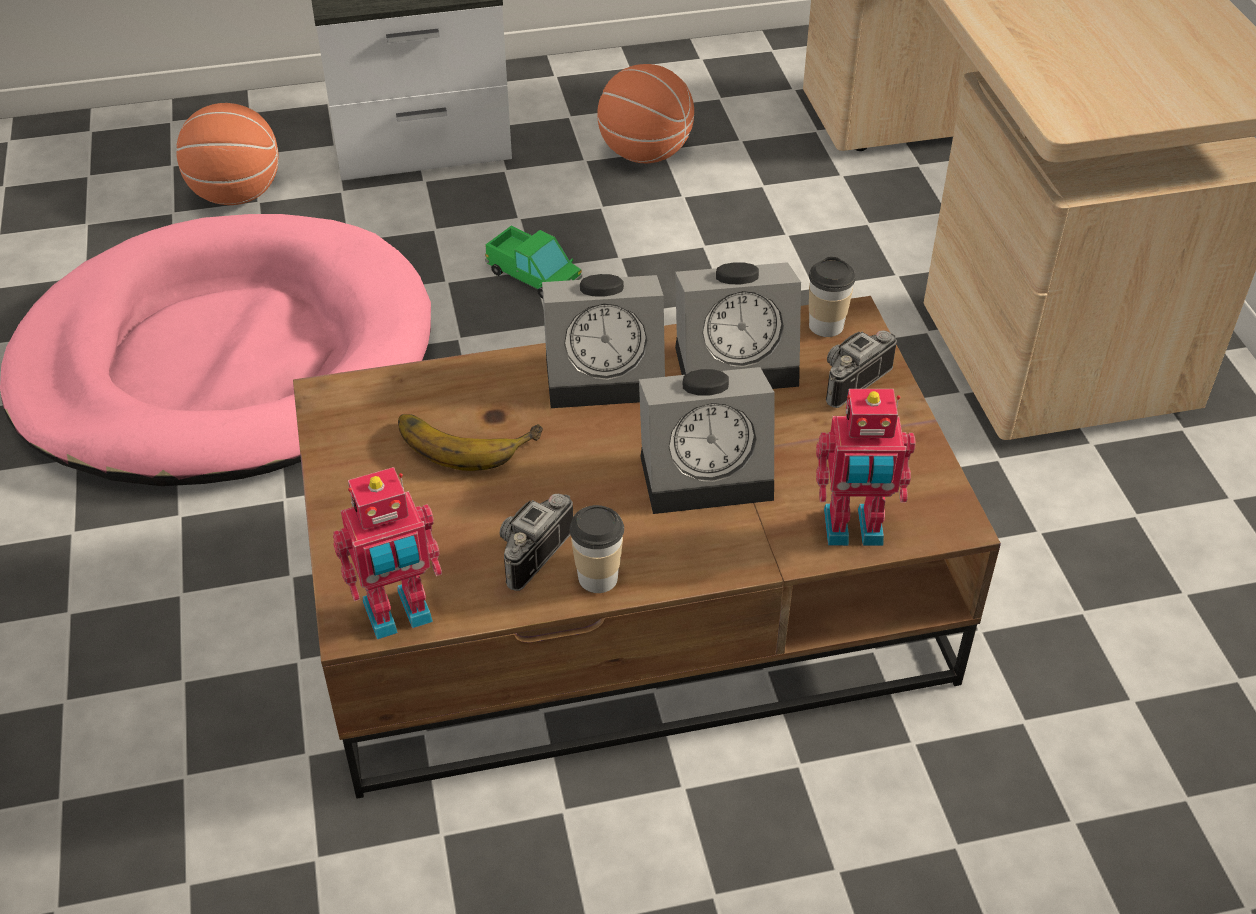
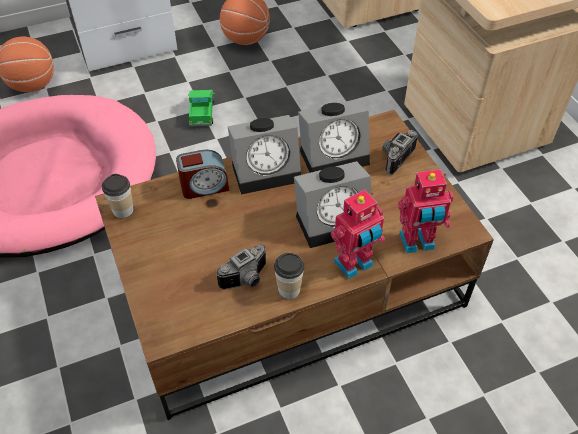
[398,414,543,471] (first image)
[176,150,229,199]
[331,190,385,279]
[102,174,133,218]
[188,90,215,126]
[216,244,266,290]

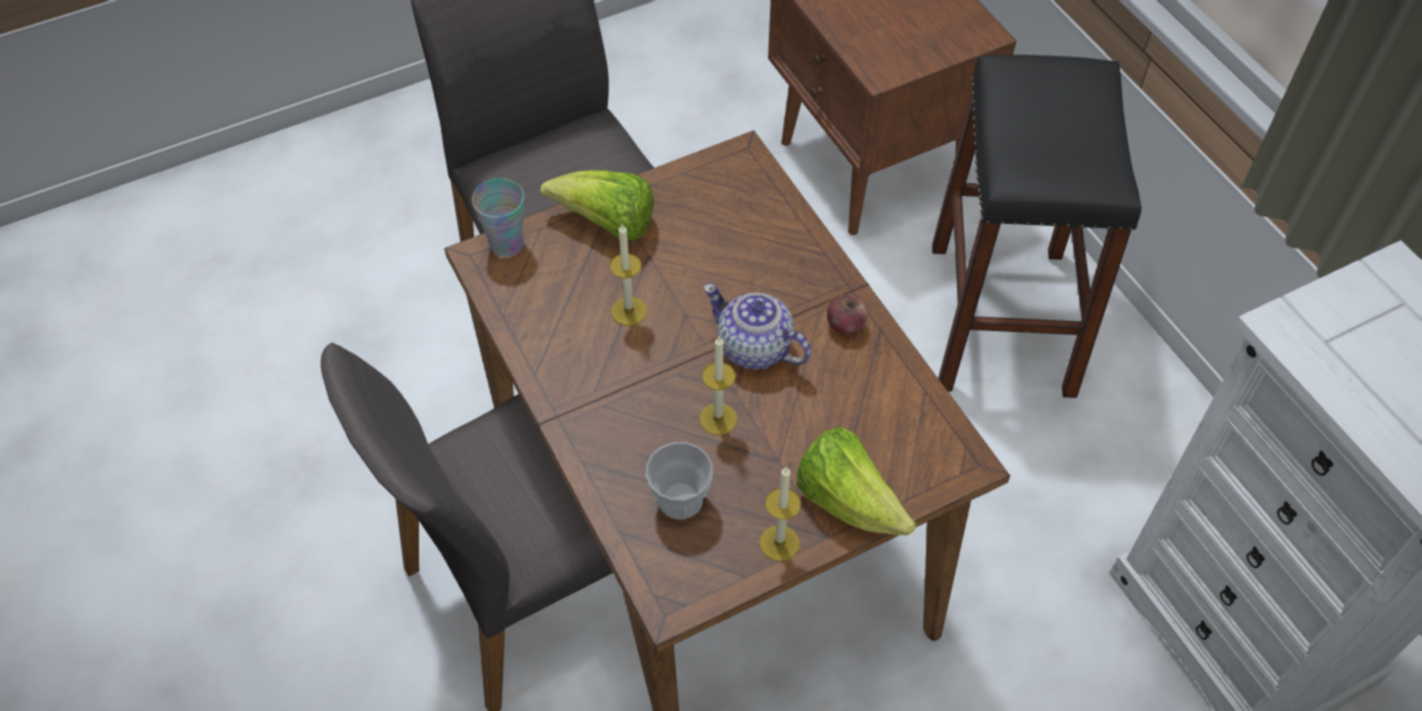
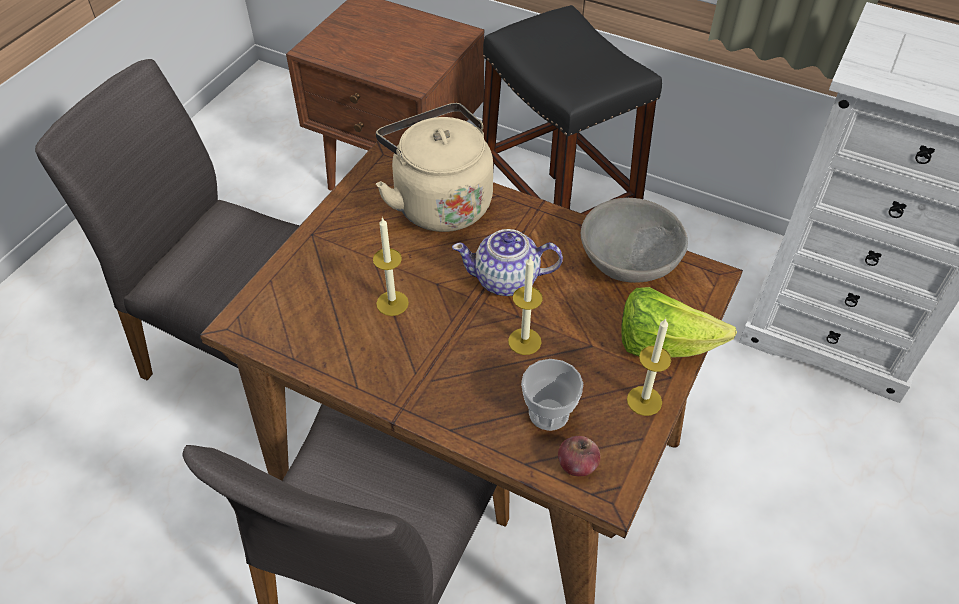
[472,178,524,256] (first image)
[540,170,654,241] (first image)
[376,103,493,232]
[581,198,688,283]
[558,436,600,476]

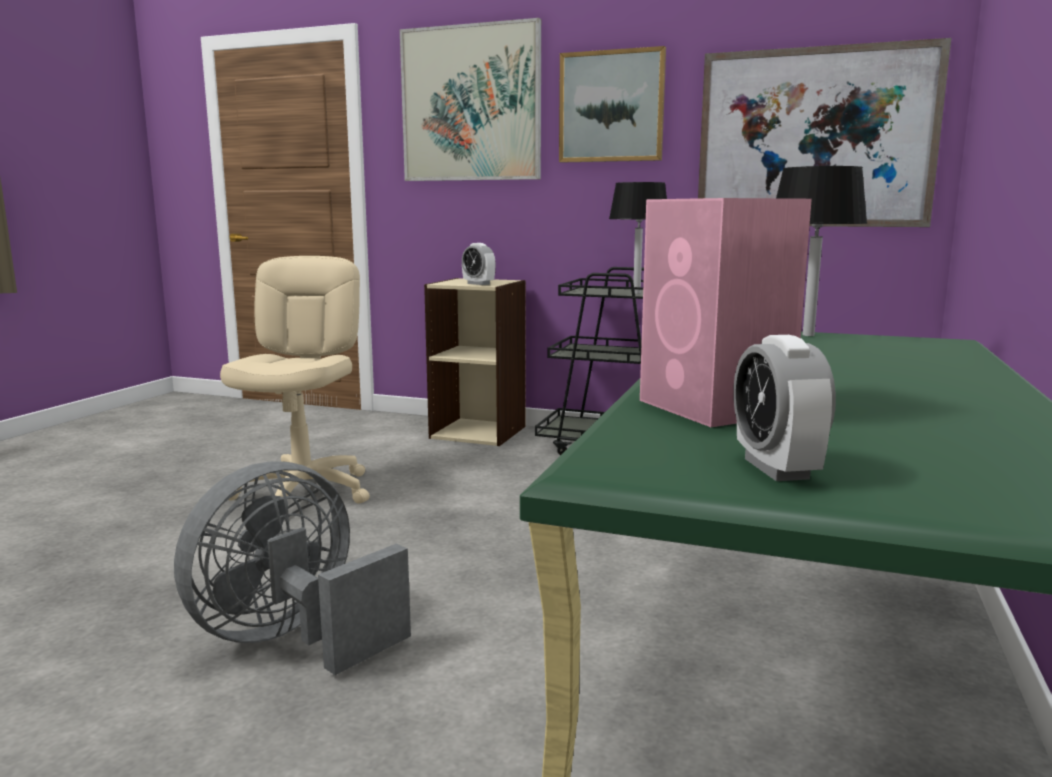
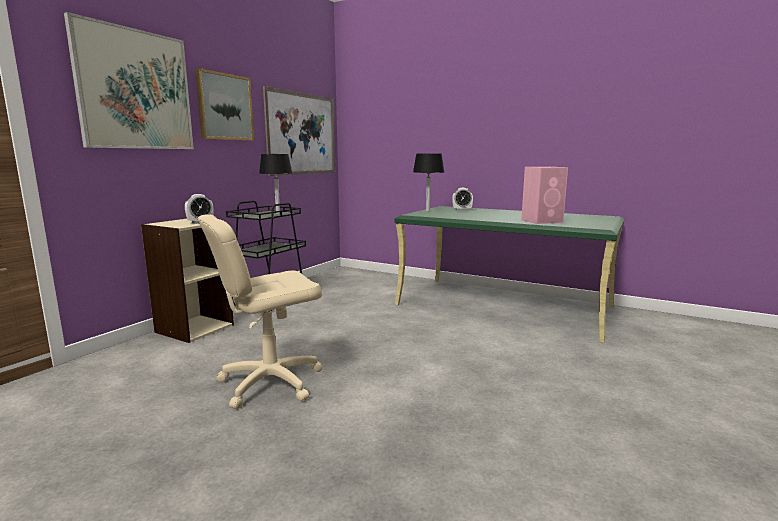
[174,461,411,675] (first image)
[452,188,473,210]
[198,215,323,409]

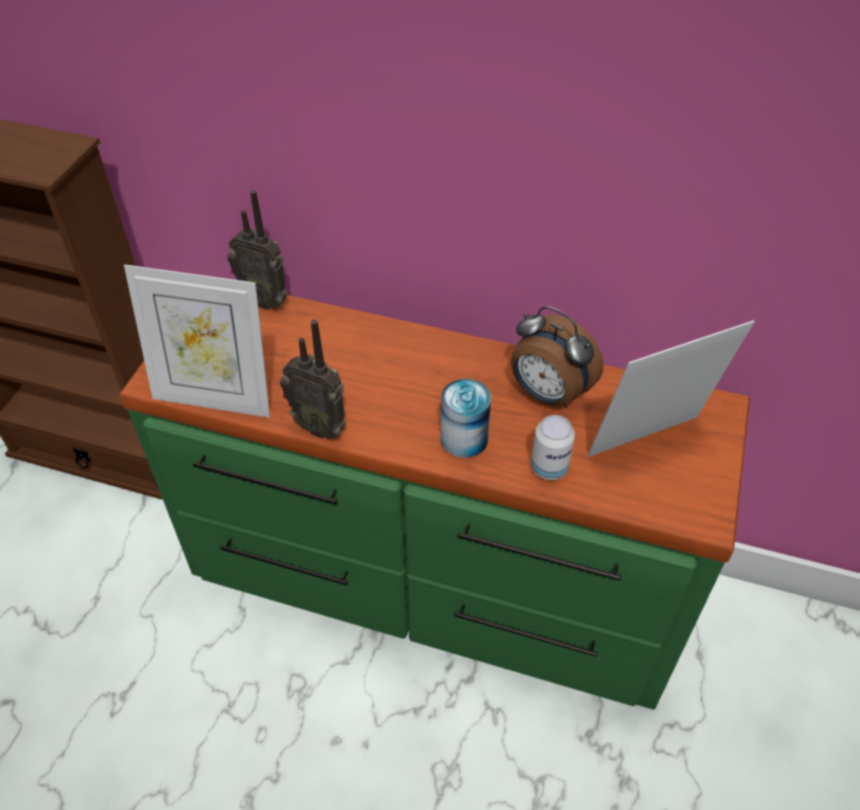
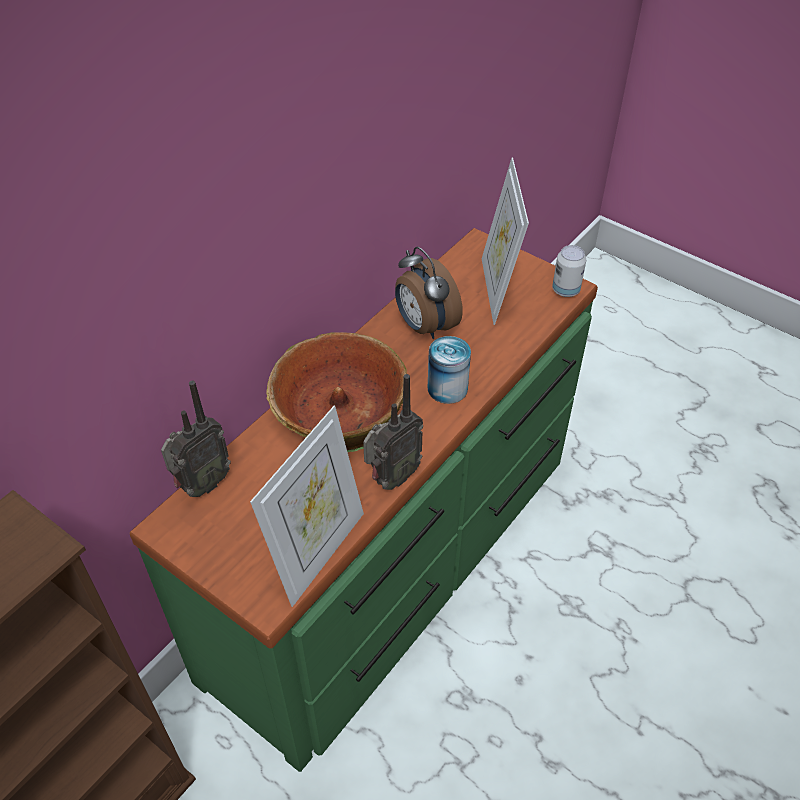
[266,333,407,452]
[552,245,586,297]
[395,247,463,339]

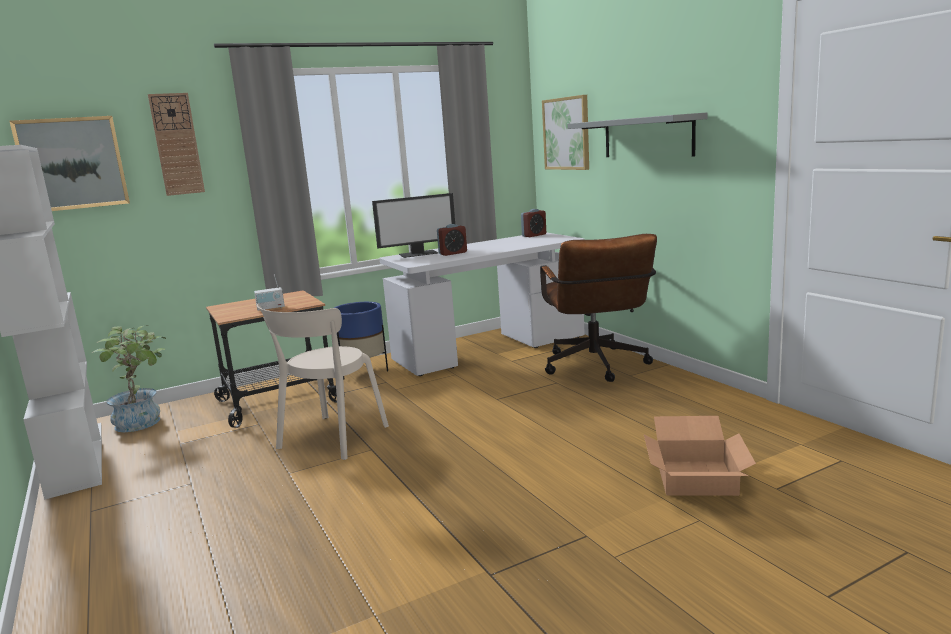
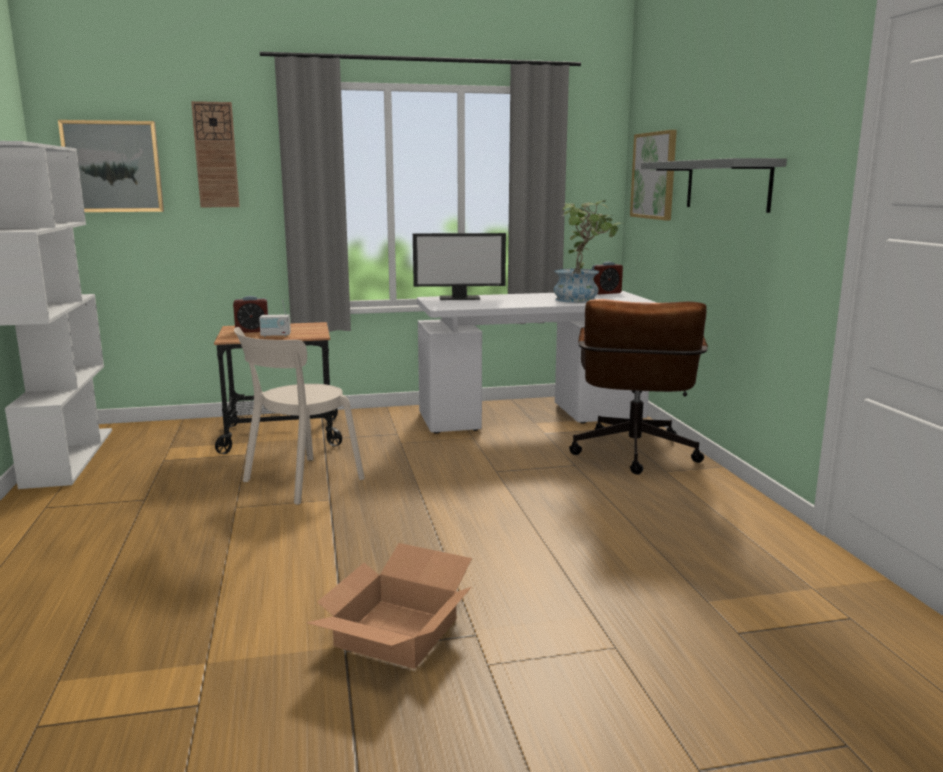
[334,302,388,379] (first image)
[554,200,621,303]
[233,296,268,333]
[307,543,472,669]

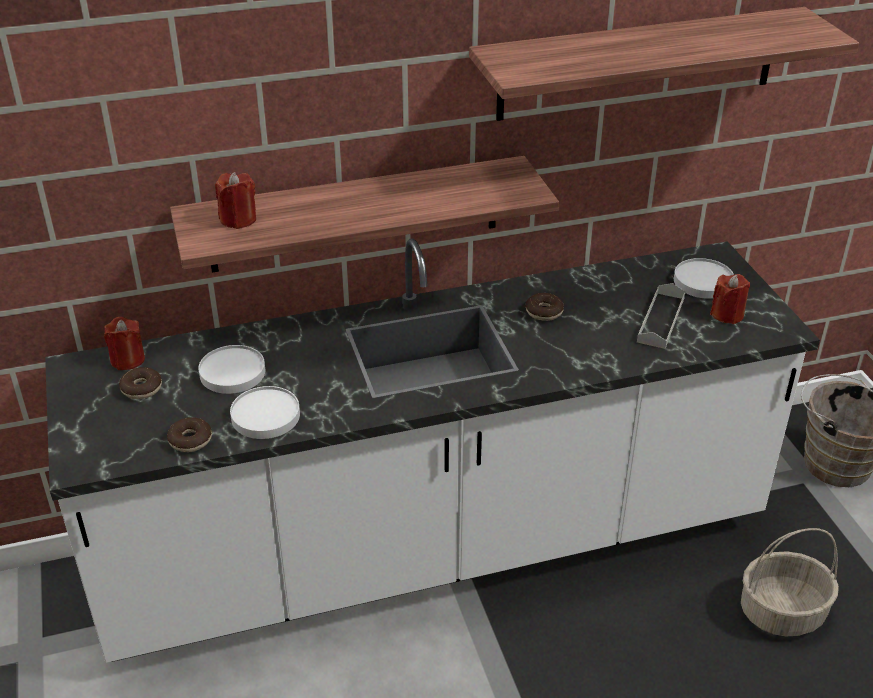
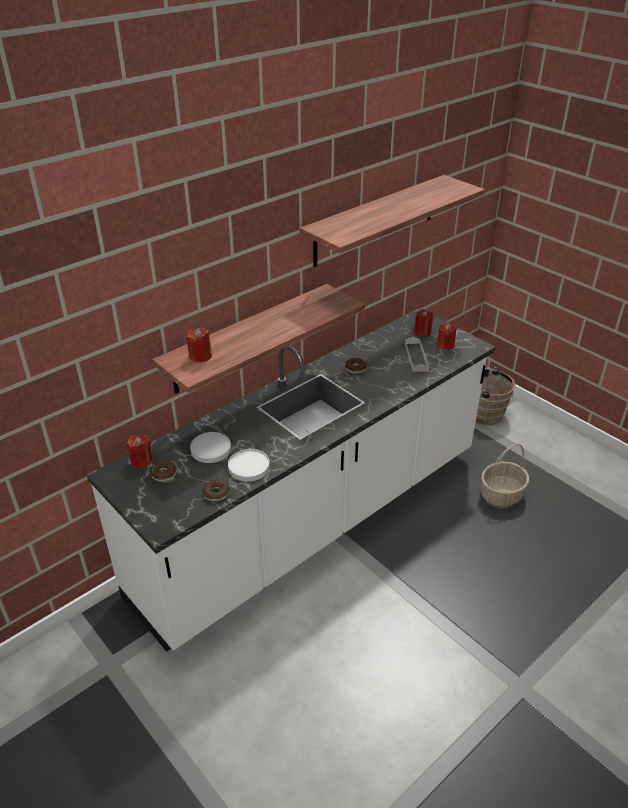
[414,309,434,336]

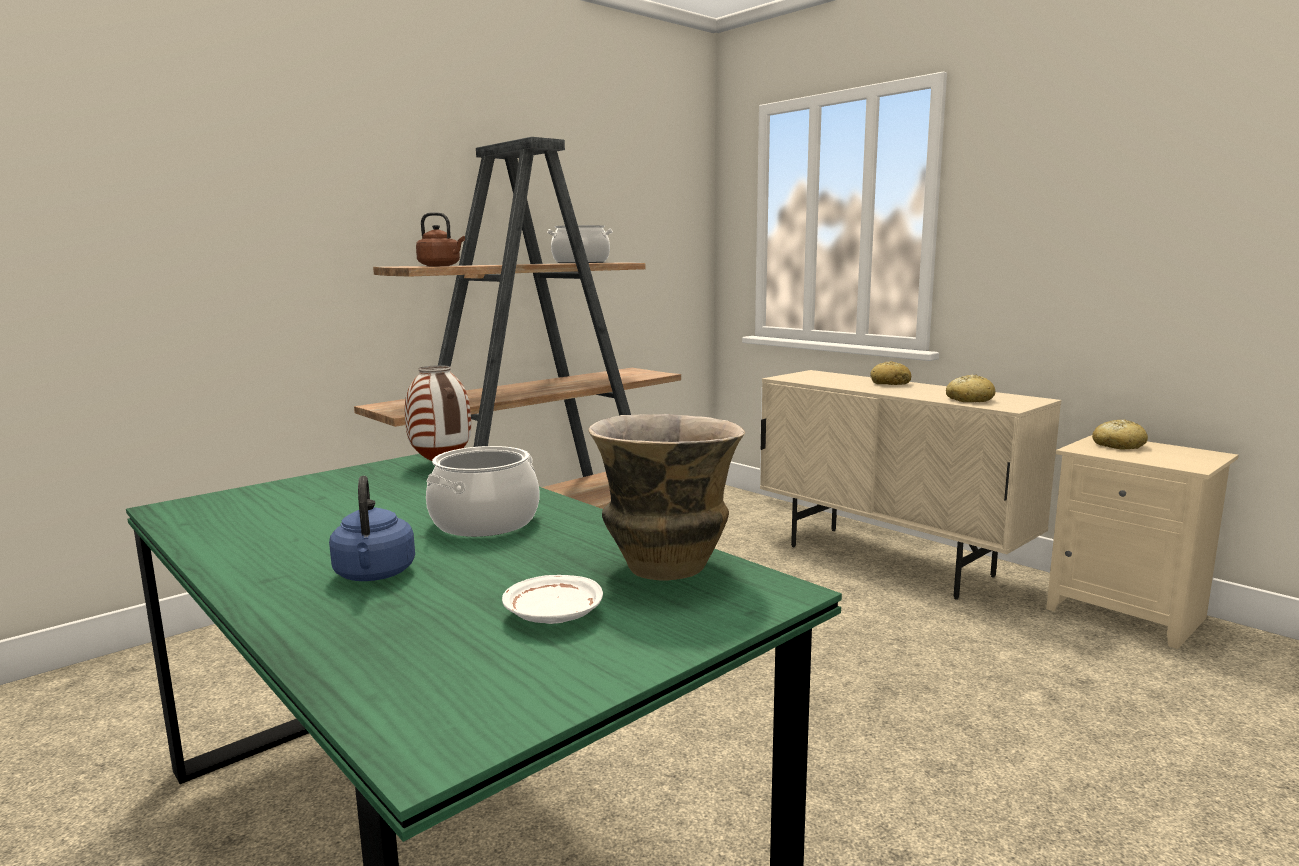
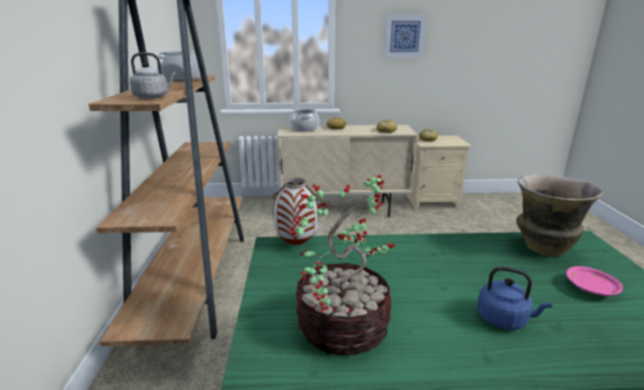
[288,175,395,356]
[384,15,427,57]
[290,108,319,131]
[130,53,176,99]
[566,266,623,296]

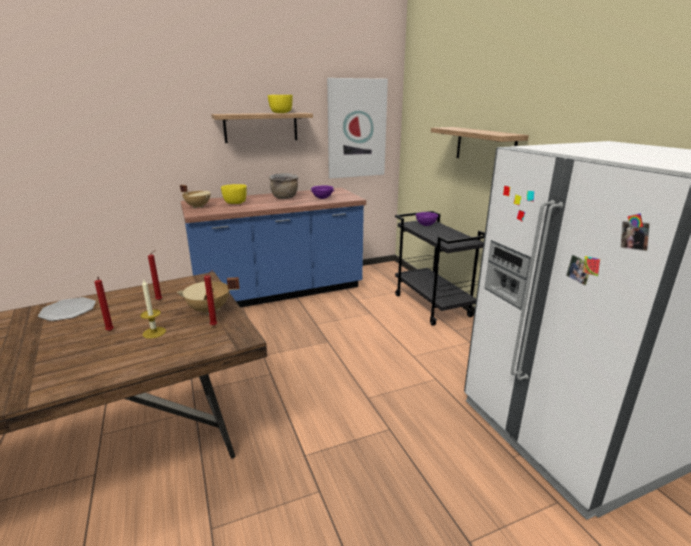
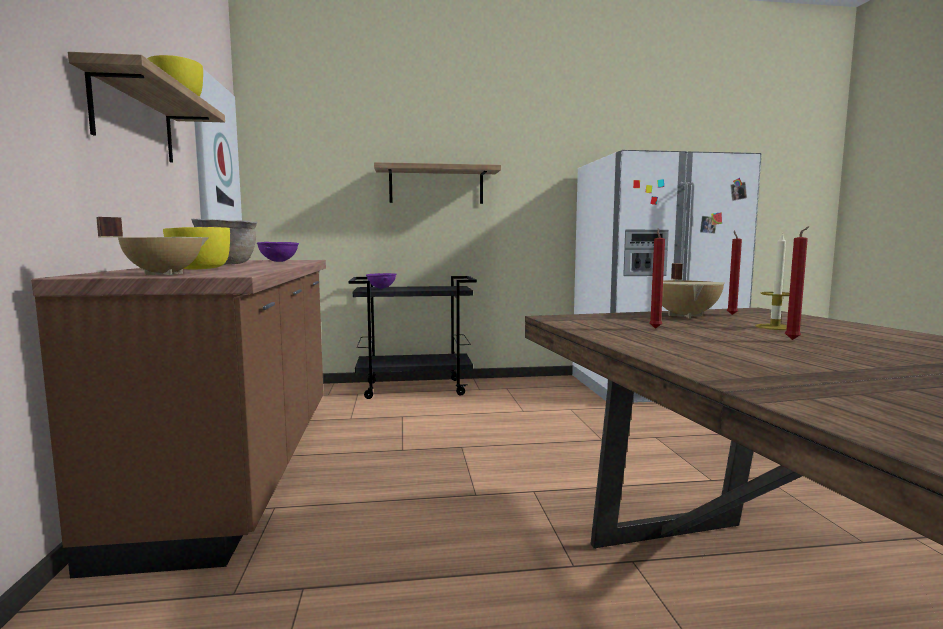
[38,297,96,321] (first image)
[31,260,326,578]

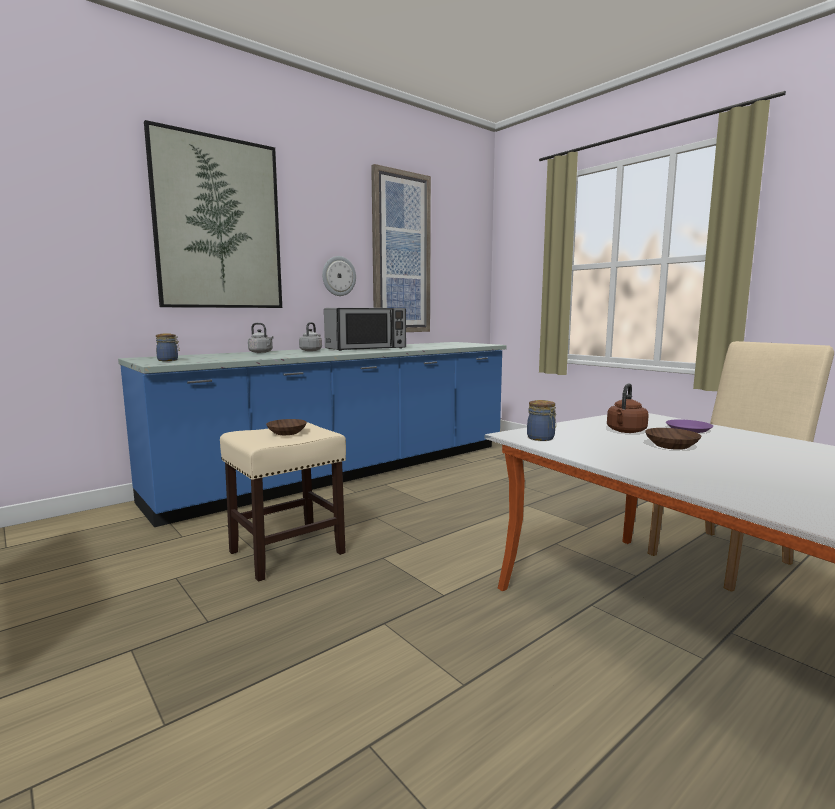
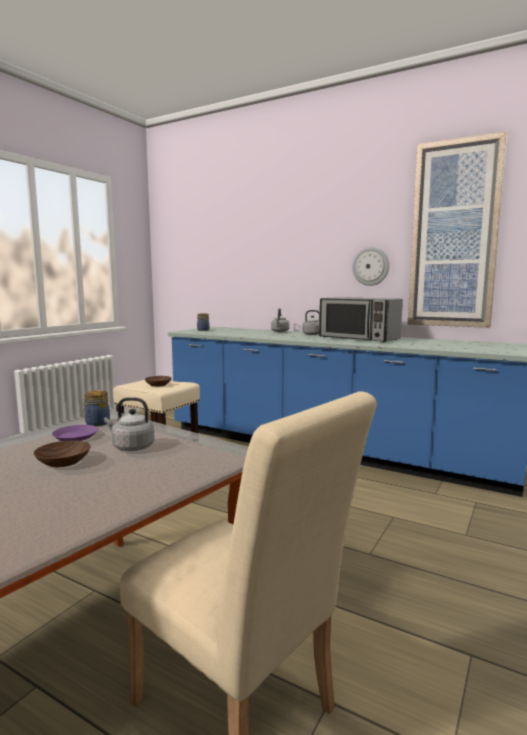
[144,120,282,308] (first image)
[52,425,98,441]
[104,397,155,451]

